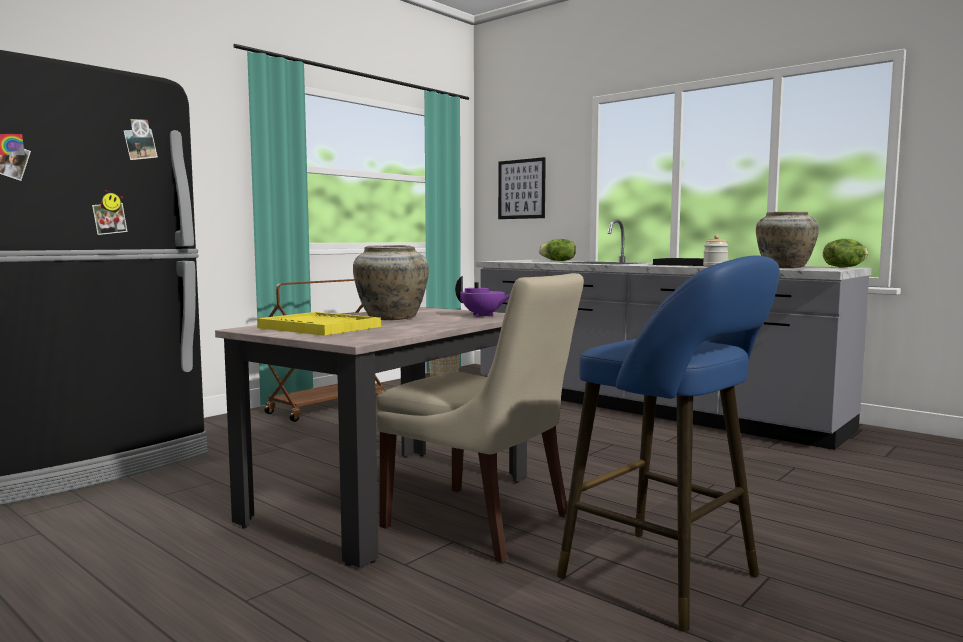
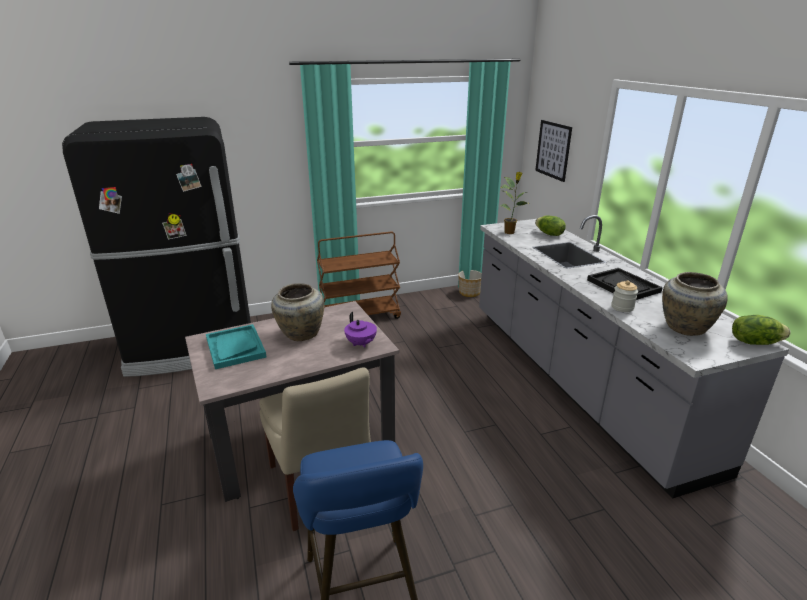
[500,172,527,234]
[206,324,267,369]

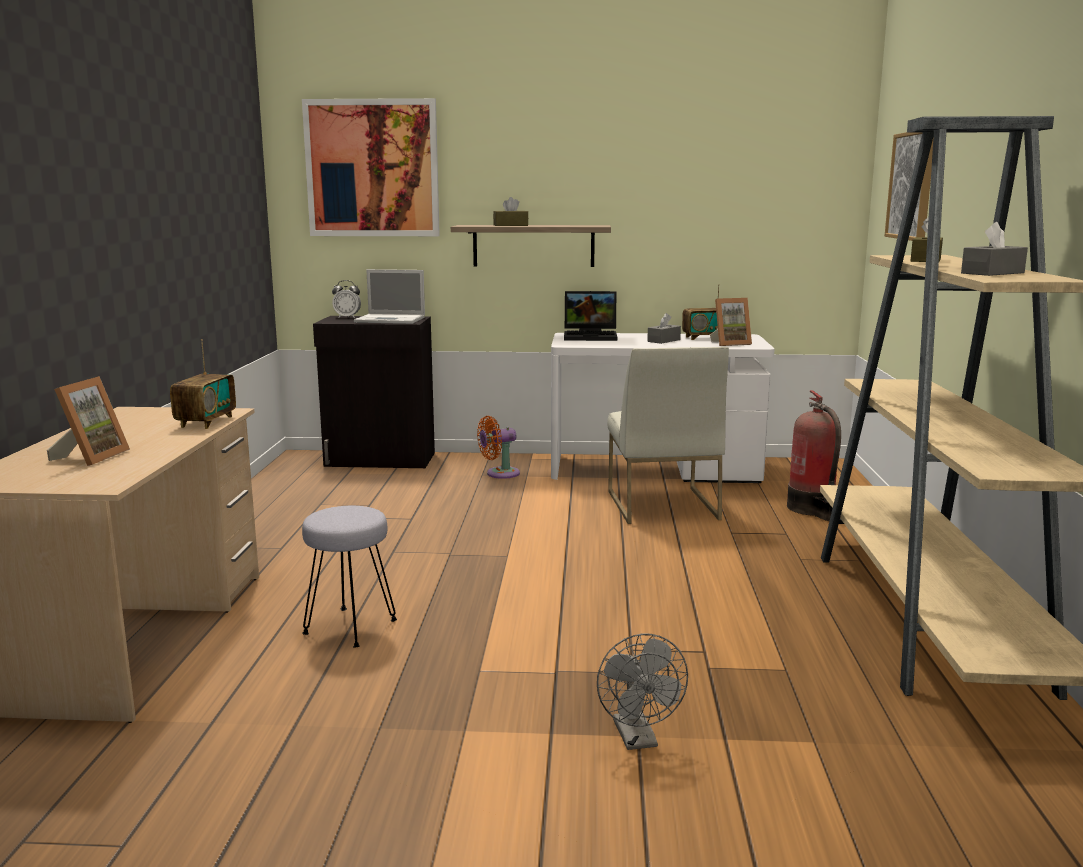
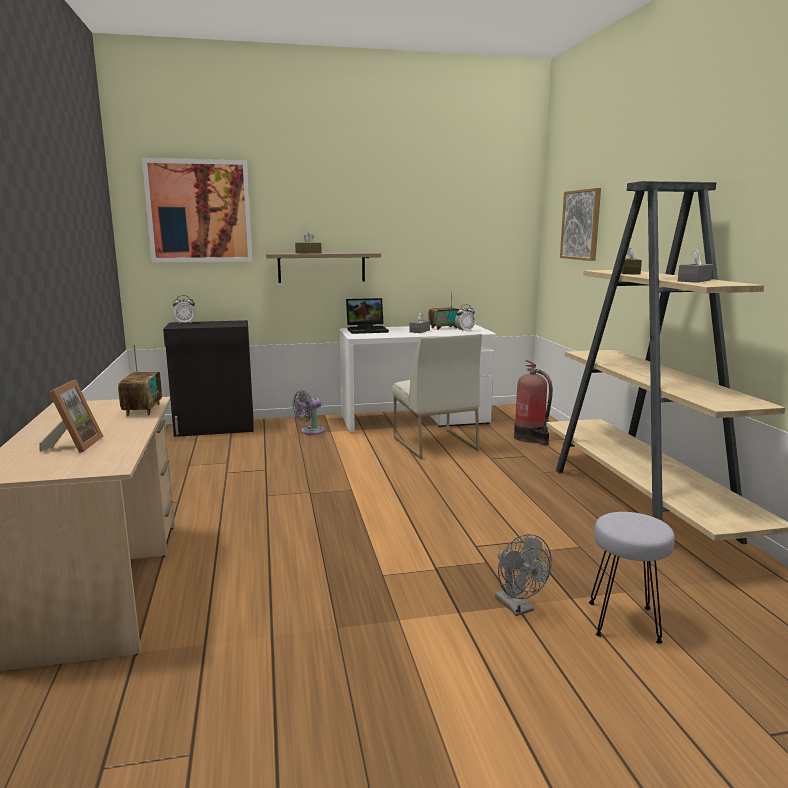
[354,269,425,324] (first image)
[589,512,675,644]
[455,304,475,332]
[292,390,325,435]

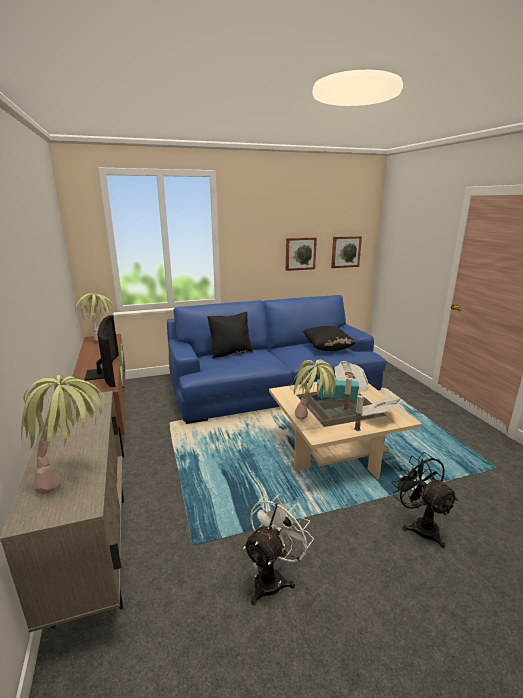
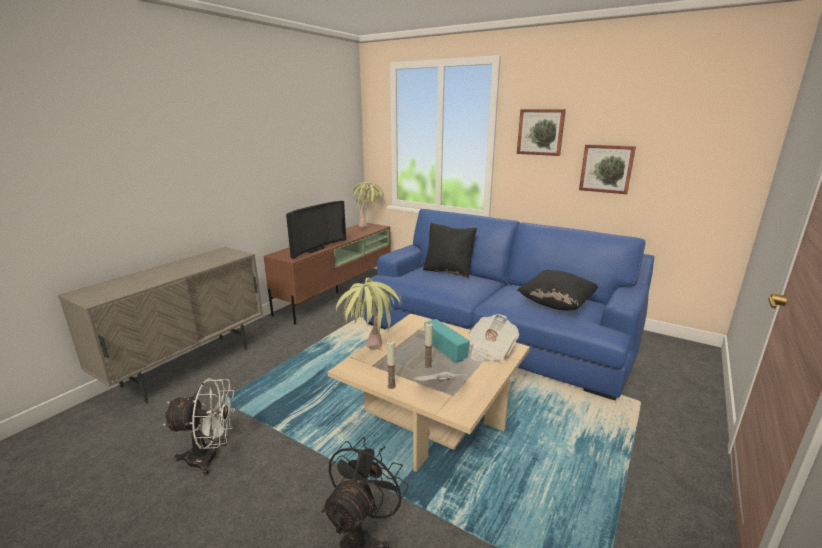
[21,375,107,494] (first image)
[517,109,566,156]

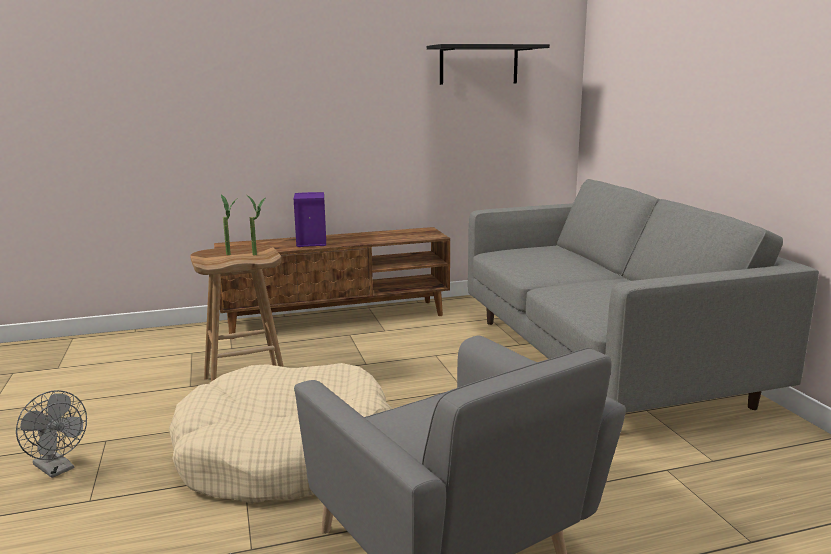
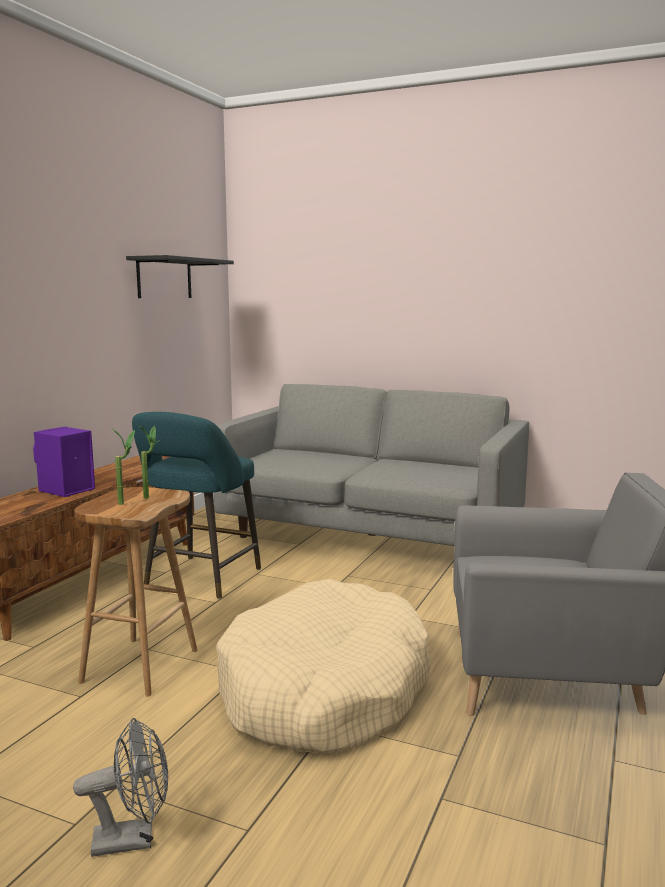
[132,412,261,599]

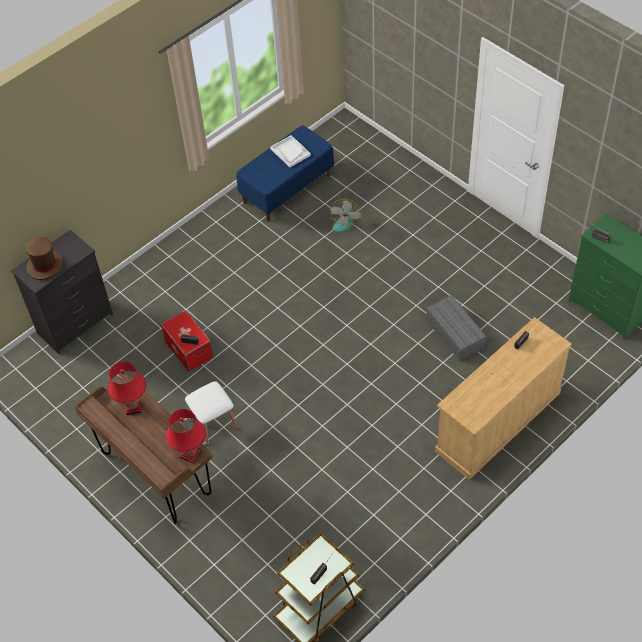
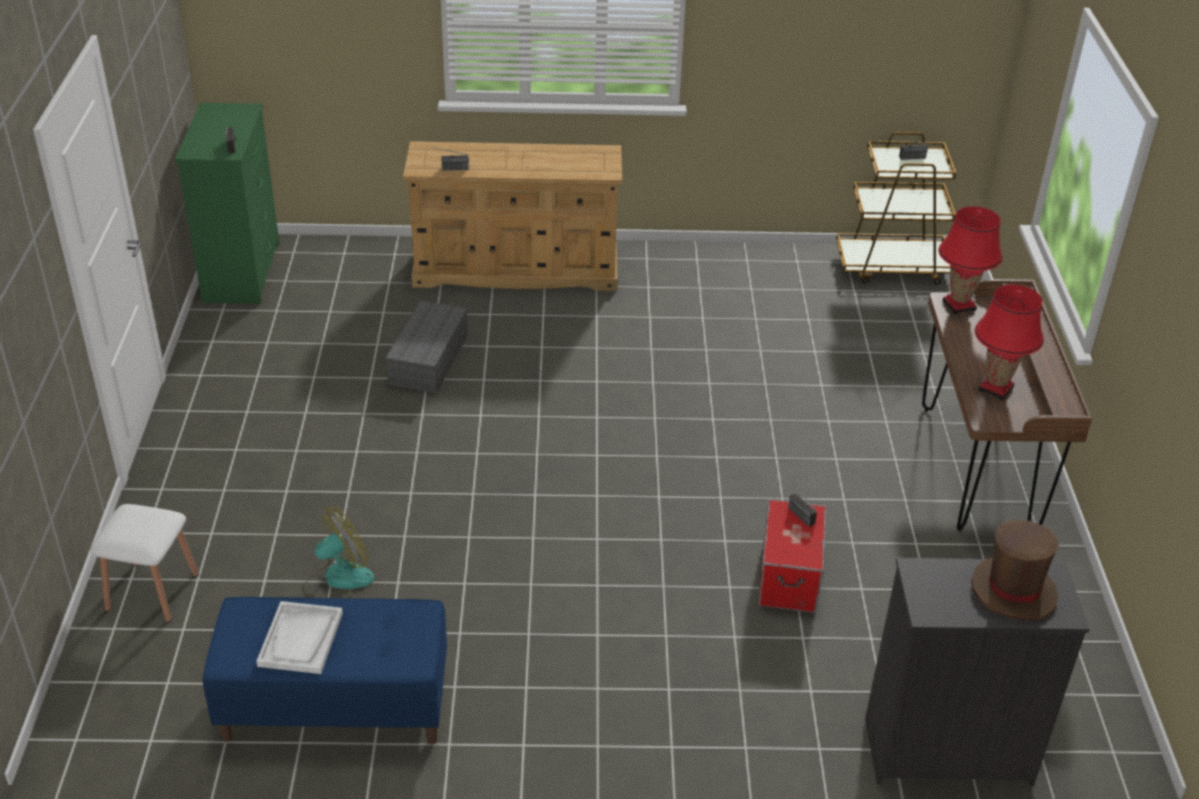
[90,504,199,623]

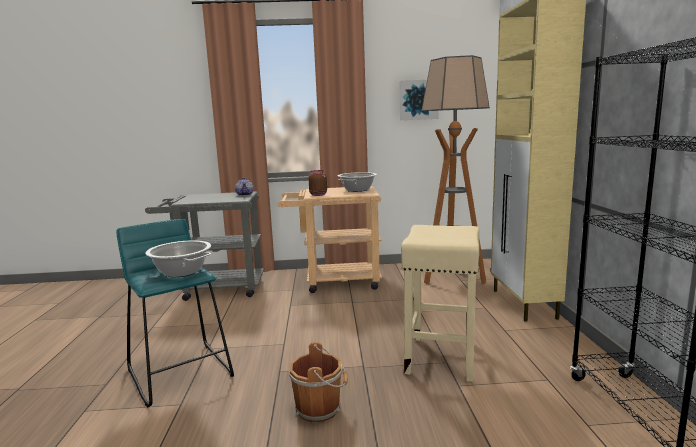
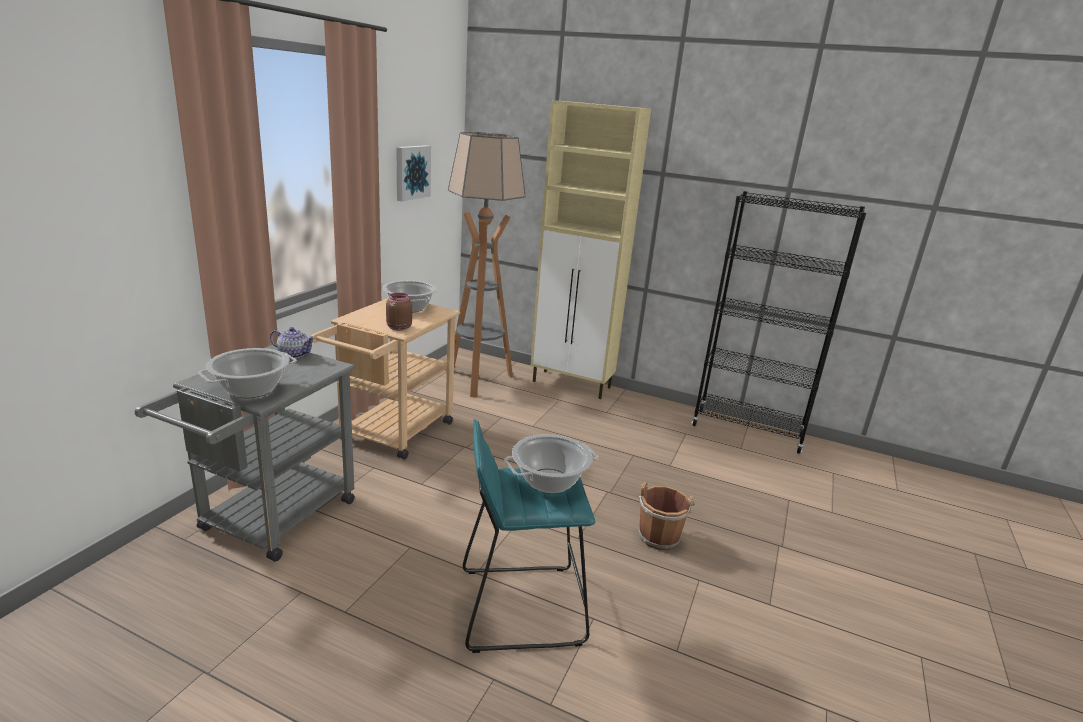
[401,225,479,382] (first image)
[198,348,297,398]

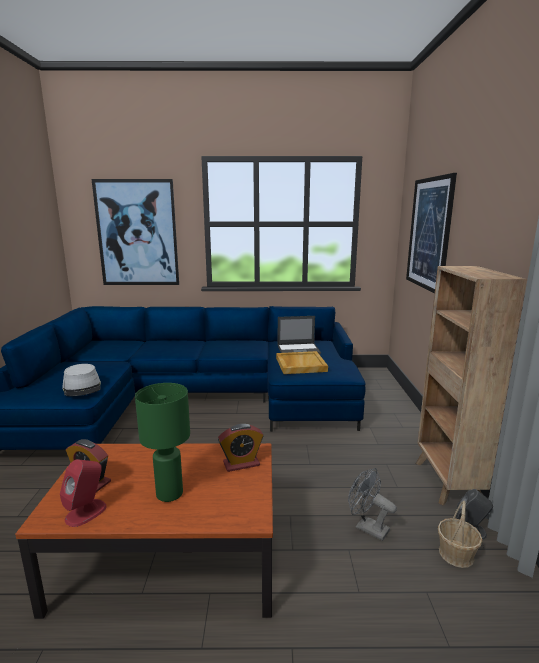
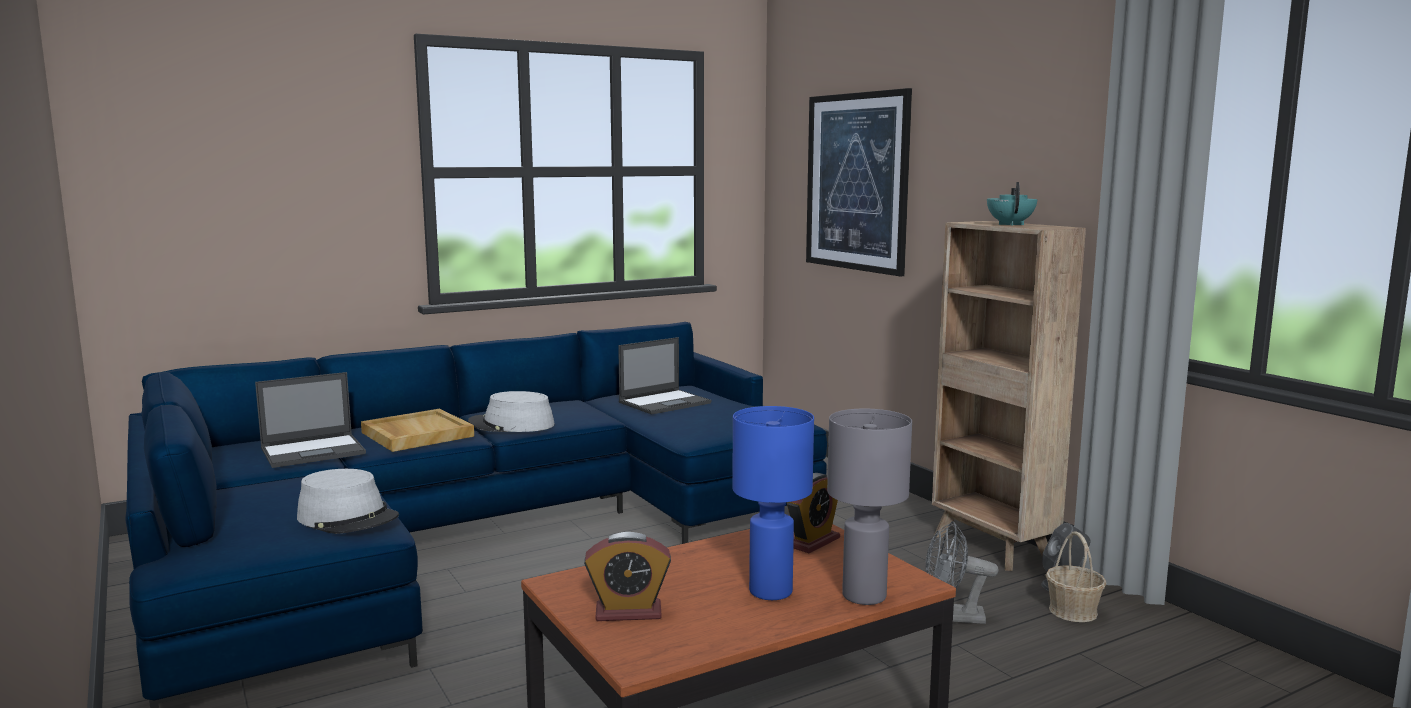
[60,459,107,527] (first image)
[92,179,179,285] (first image)
[255,372,366,468]
[468,391,555,432]
[827,409,912,605]
[987,182,1038,226]
[361,409,474,452]
[732,406,814,600]

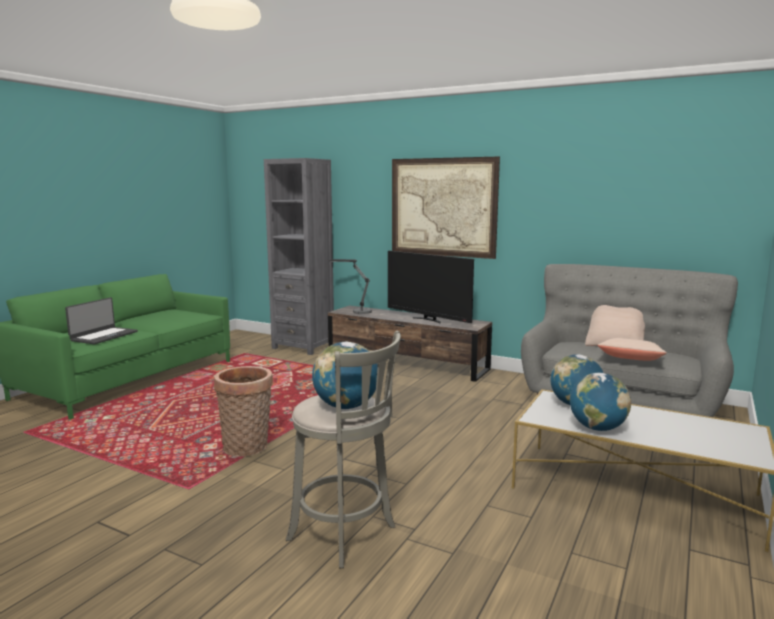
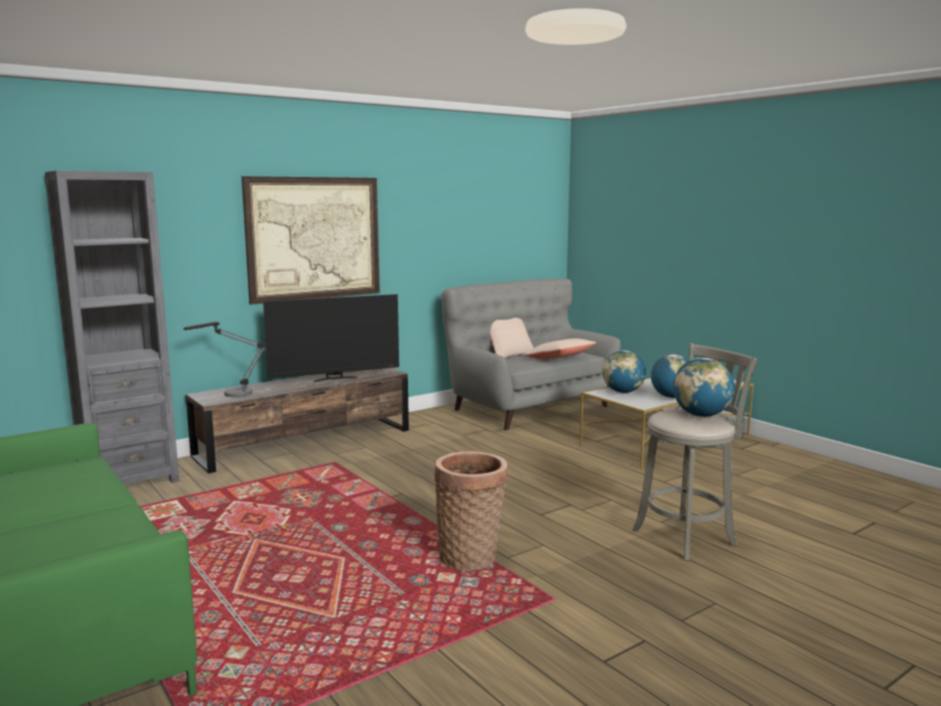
[65,297,138,344] (first image)

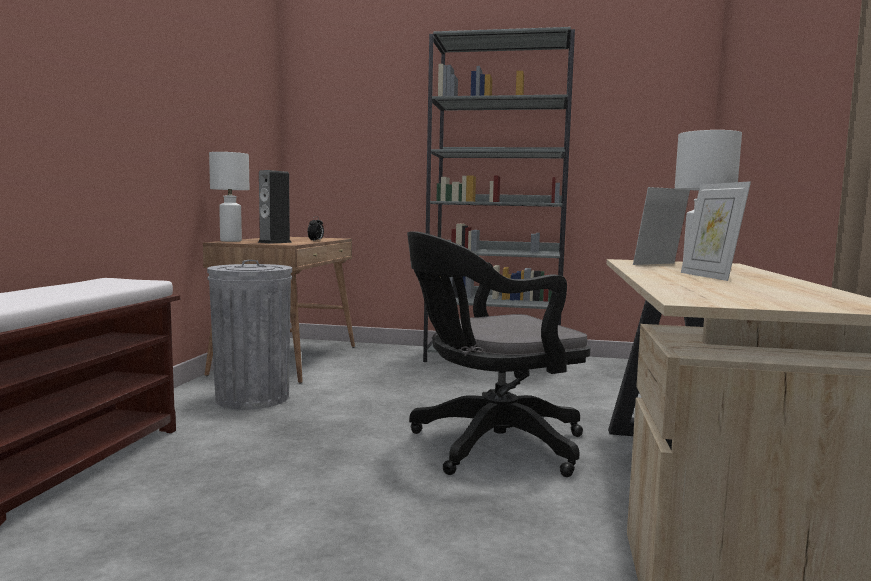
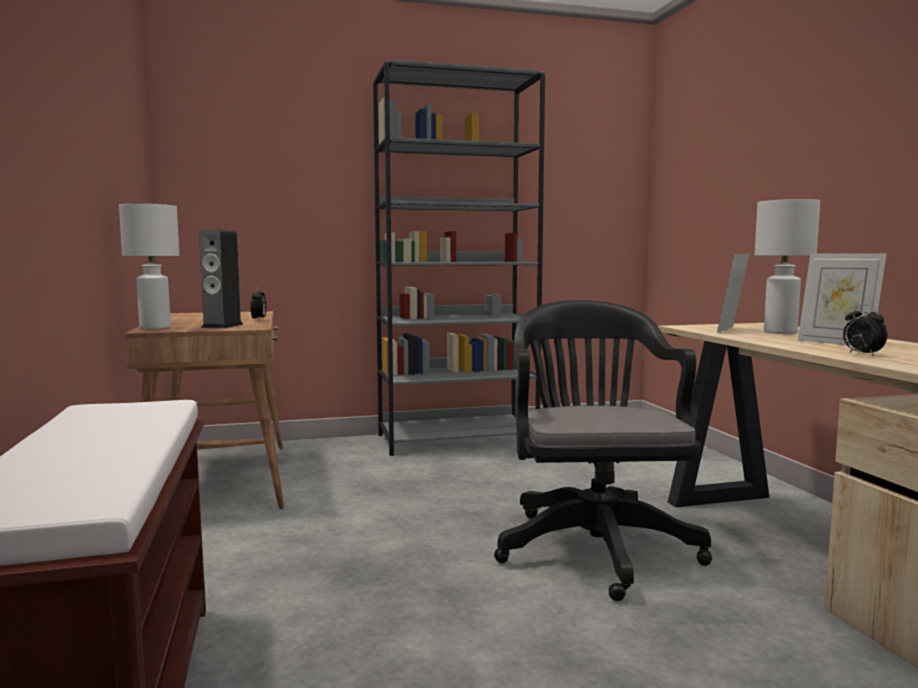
[207,260,292,410] (first image)
[843,304,887,356]
[494,300,712,601]

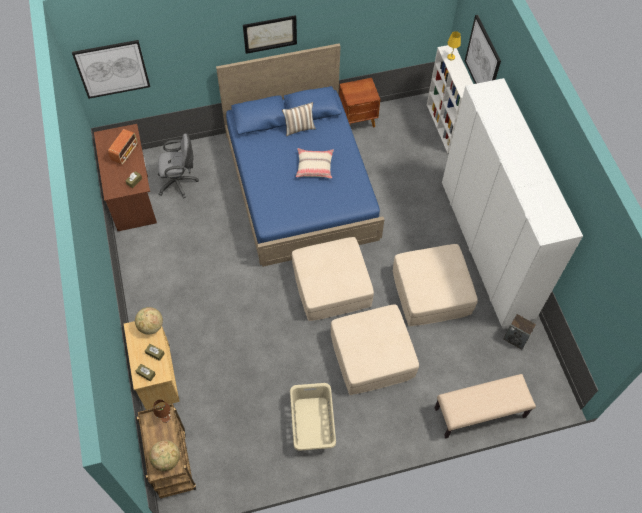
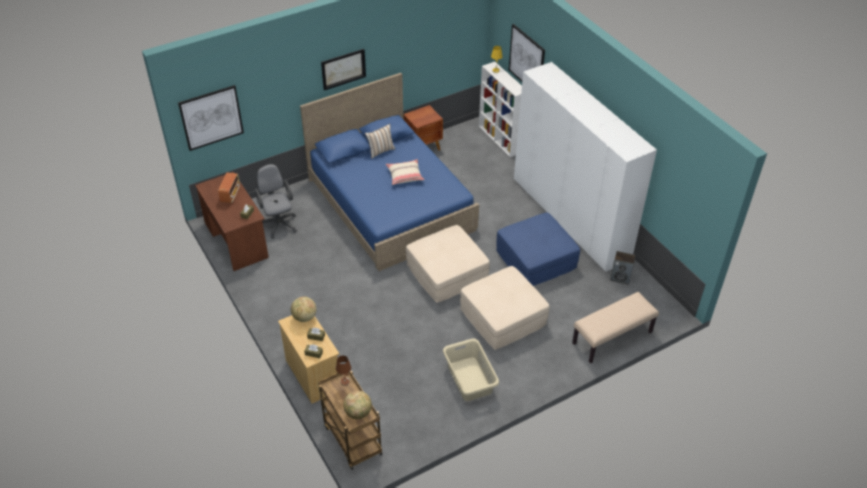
[496,213,580,286]
[255,164,297,239]

